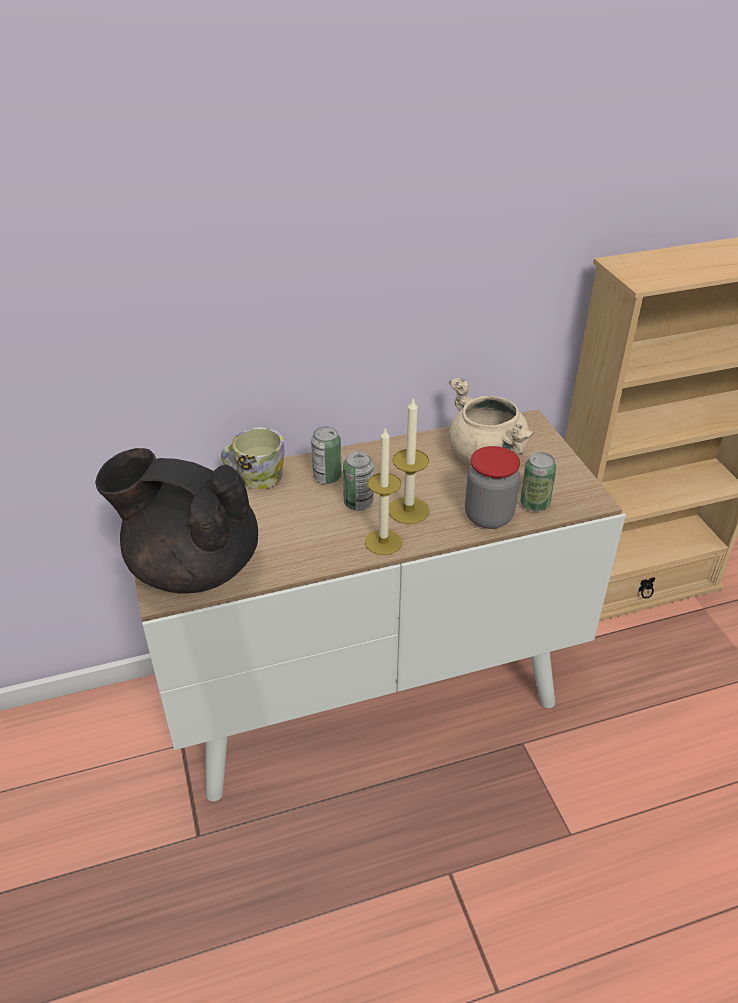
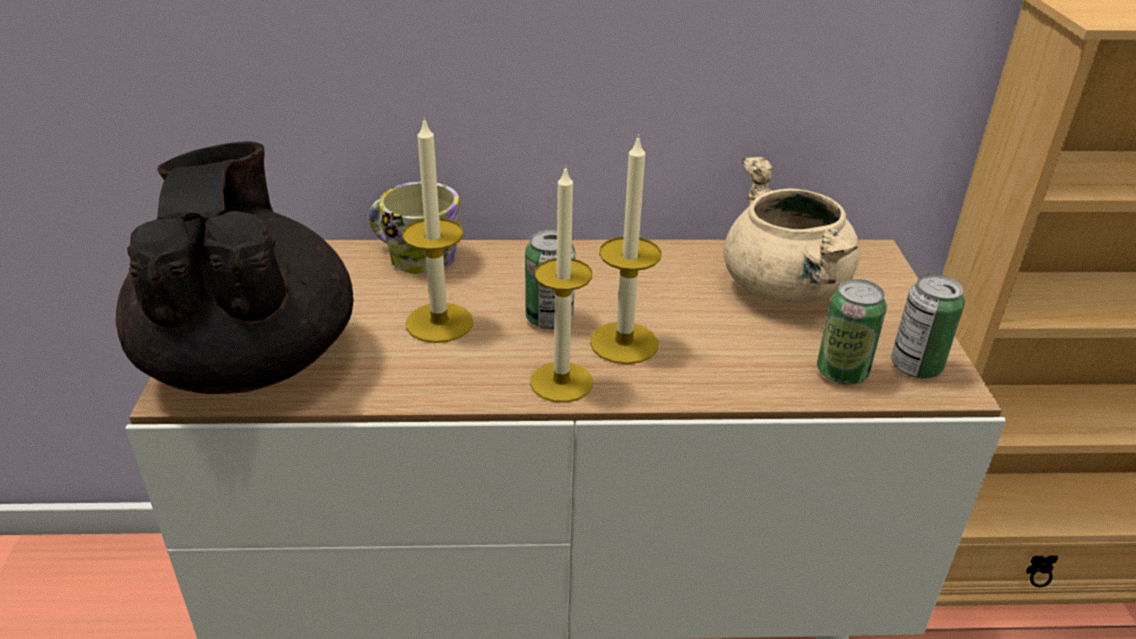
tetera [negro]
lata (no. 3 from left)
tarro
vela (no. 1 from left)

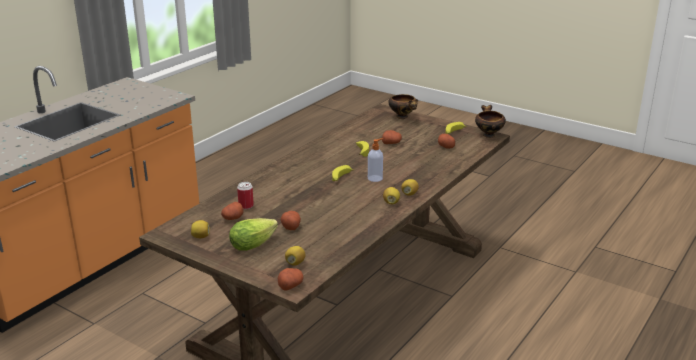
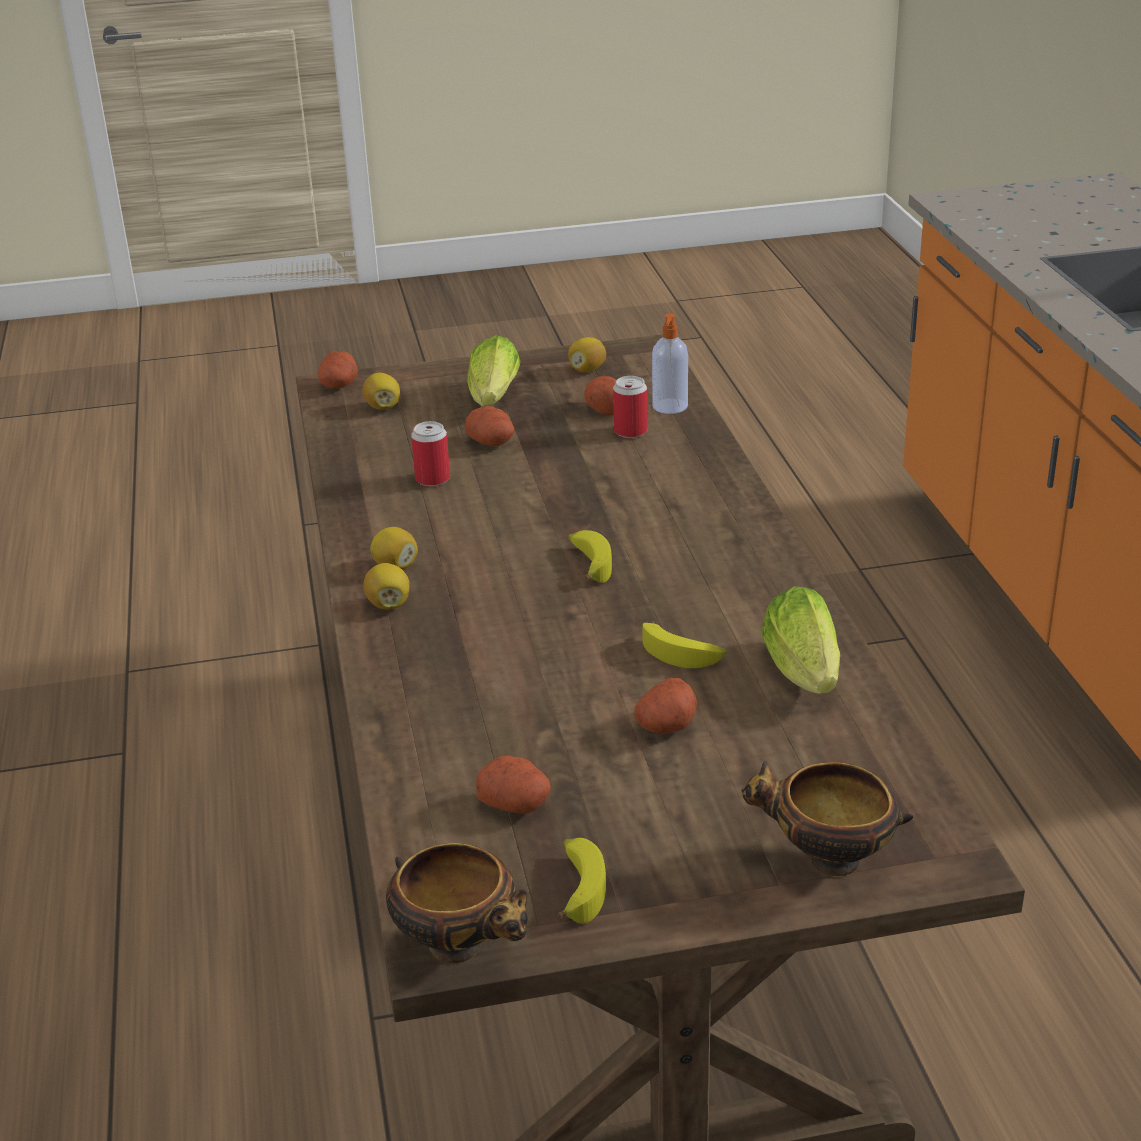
dispensador de jabón
lata (no. 1 from left)
lechuga (no. 2 from left)

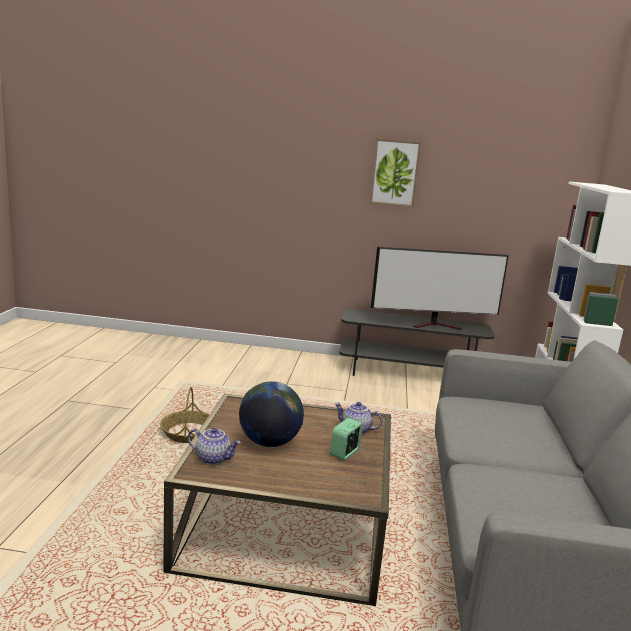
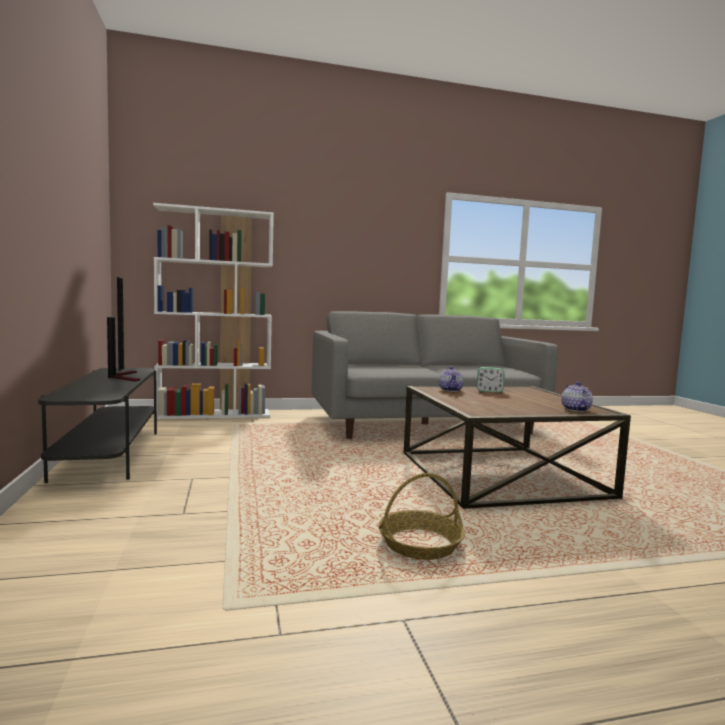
globo terráqueo
cuadro

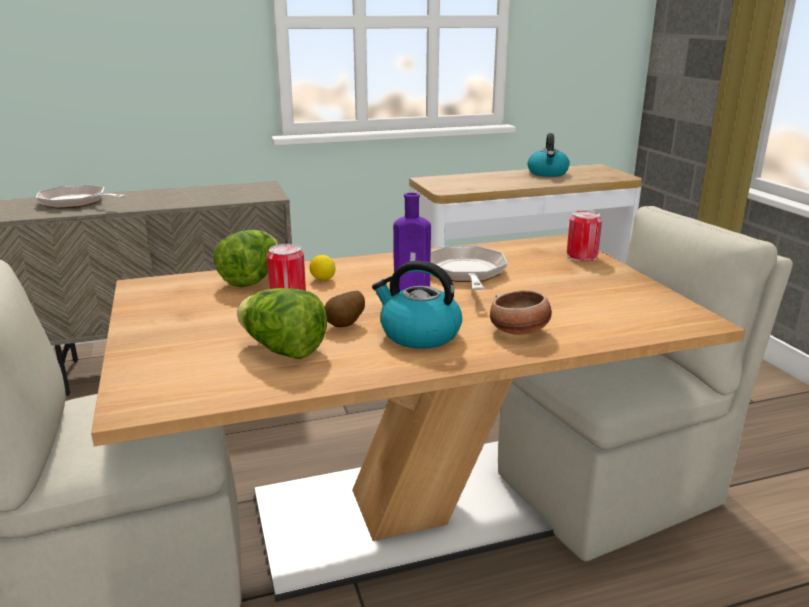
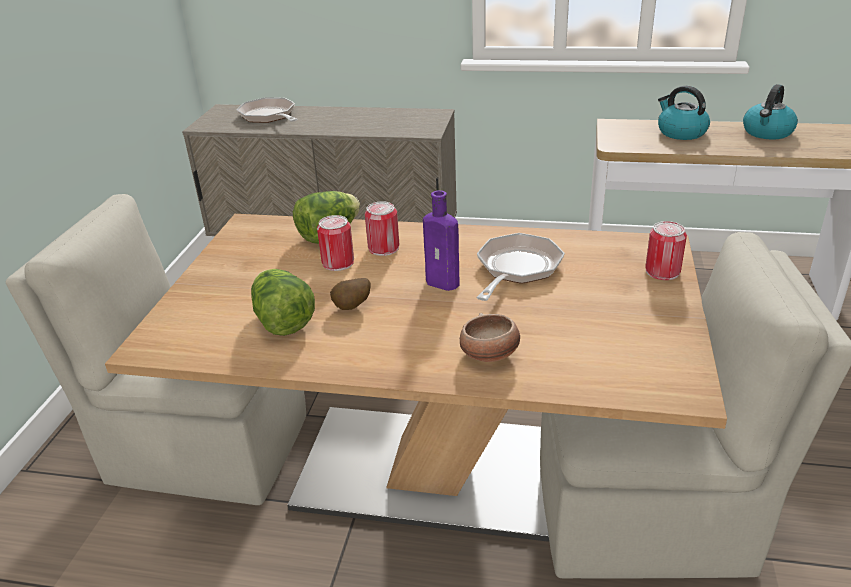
lata (no. 2 from left)
hervidor (no. 1 from left)

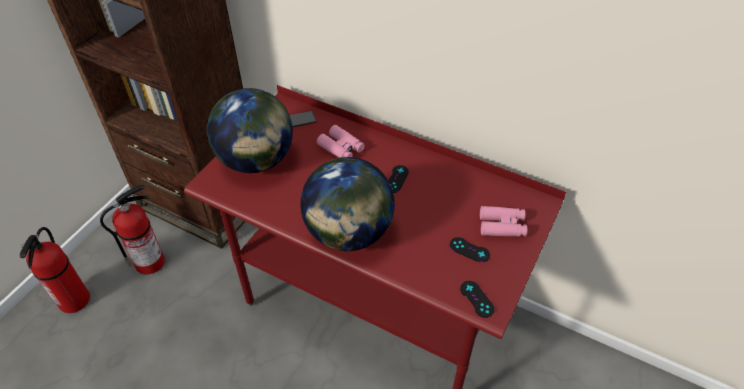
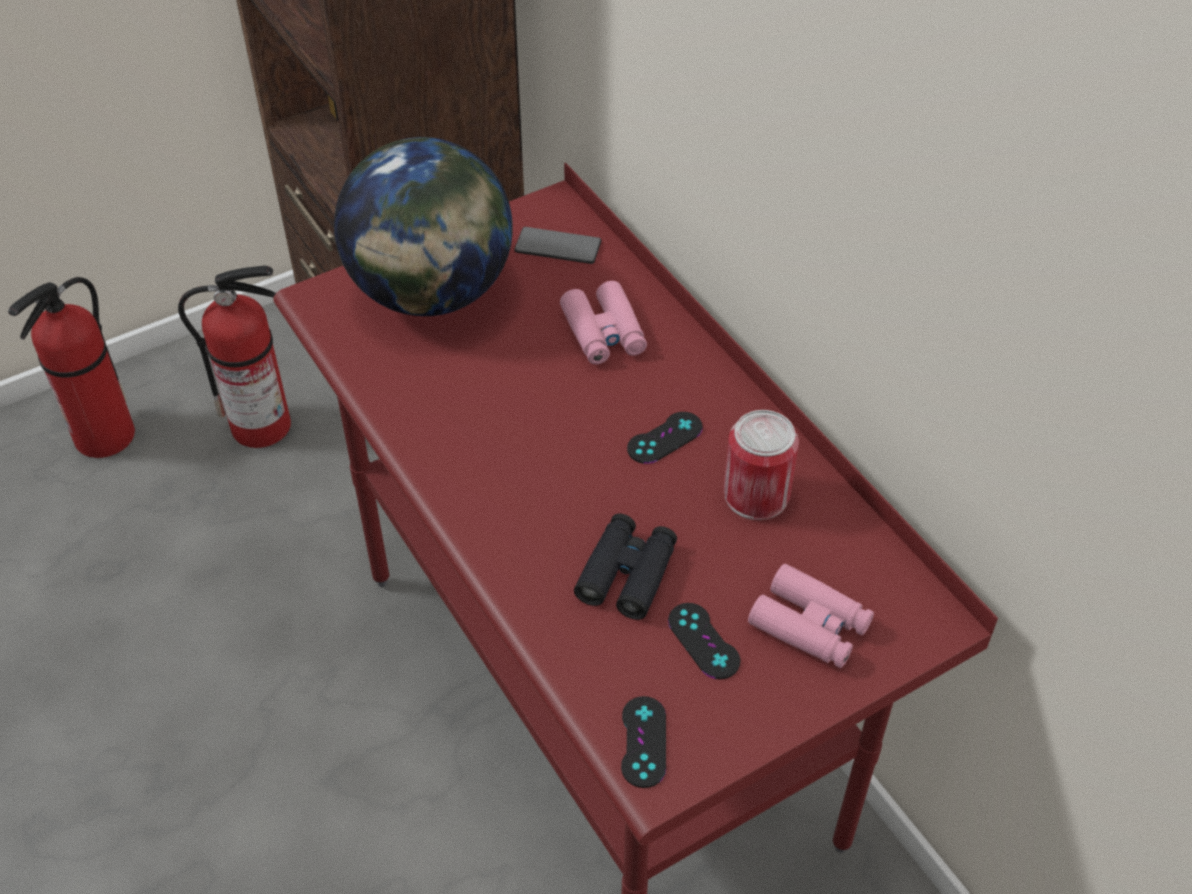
globo terráqueo (no. 2 from left in the first image)
prismáticos [negro]
lata

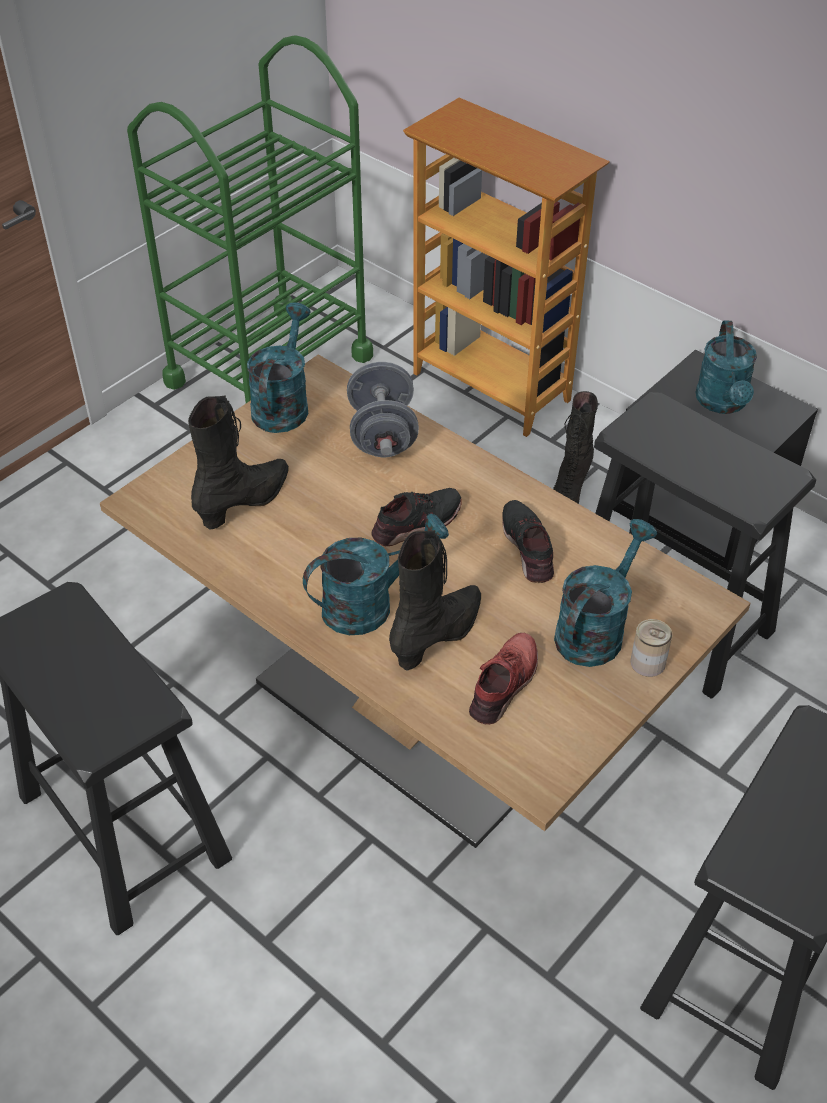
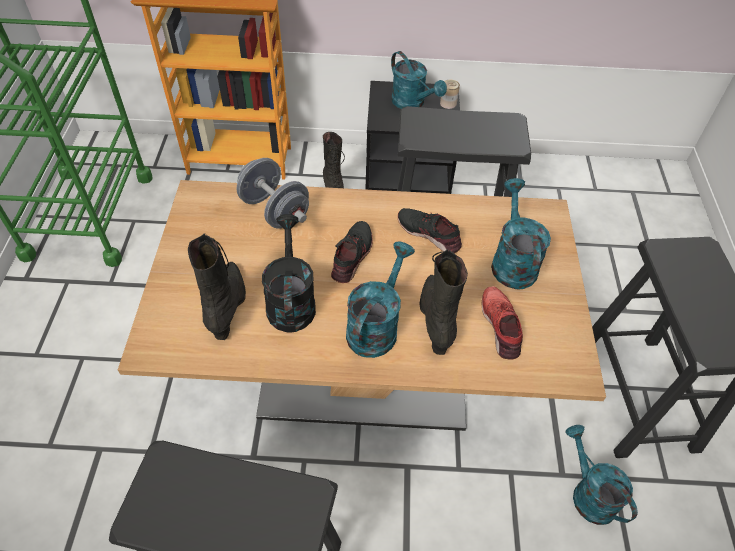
regadera [turquesa] (no. 4 from left)
lata
regadera [negro]

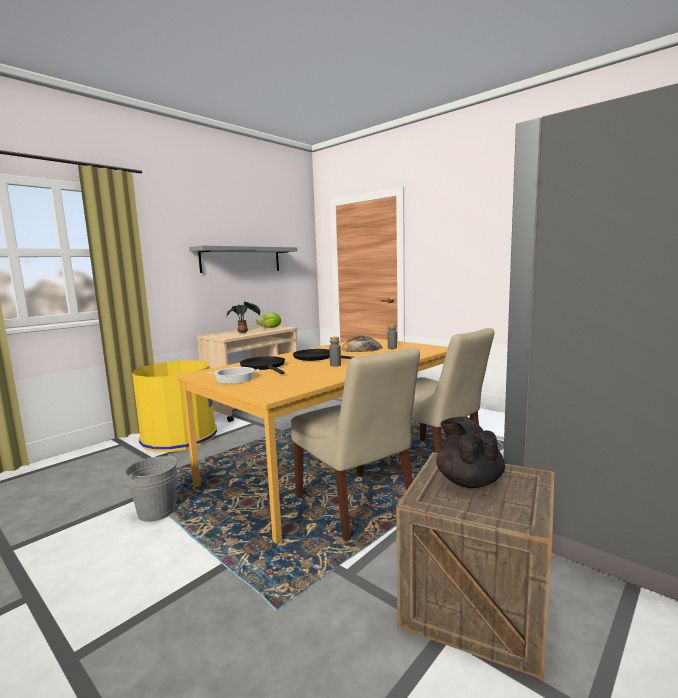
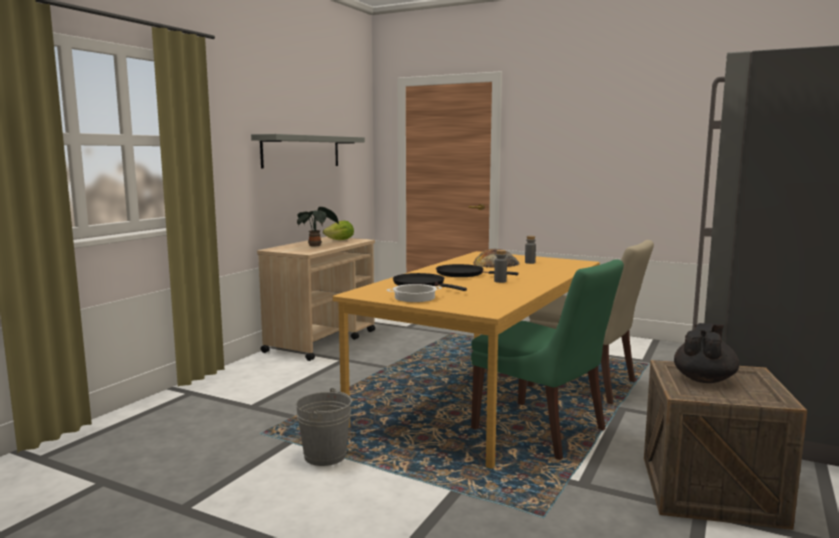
papelera [amarillo]
silla [verde]
tetera [negro]

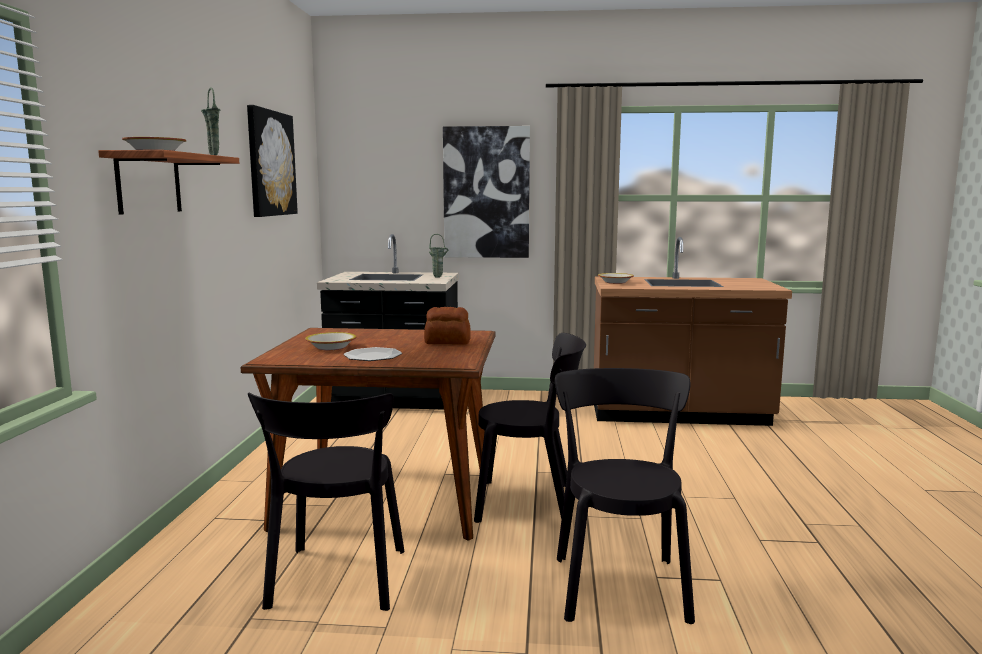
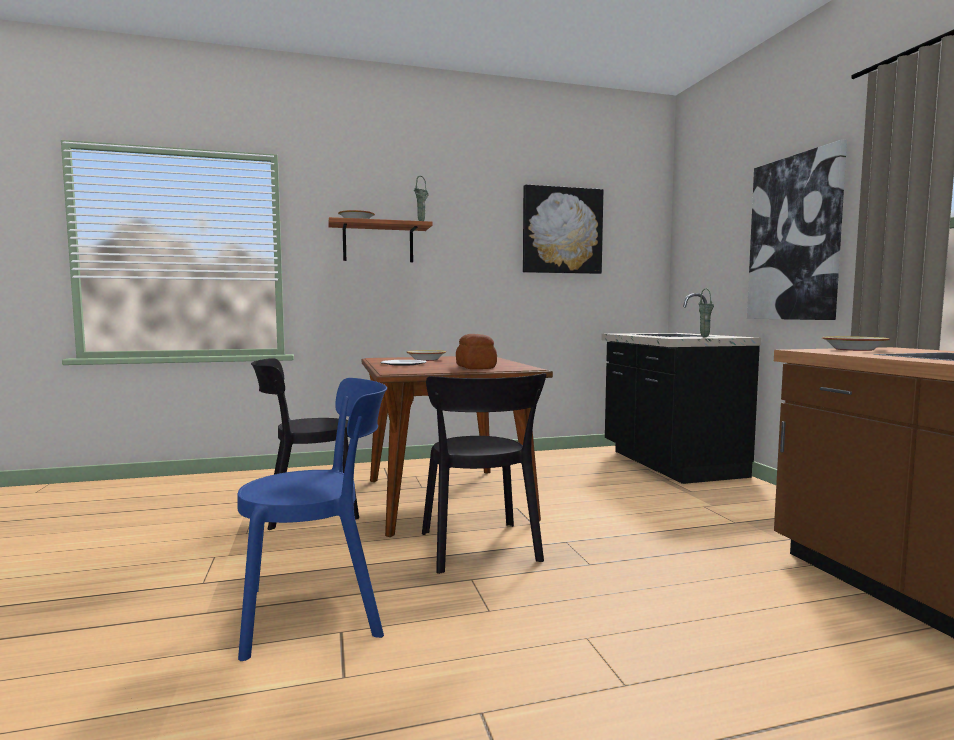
silla [azul]

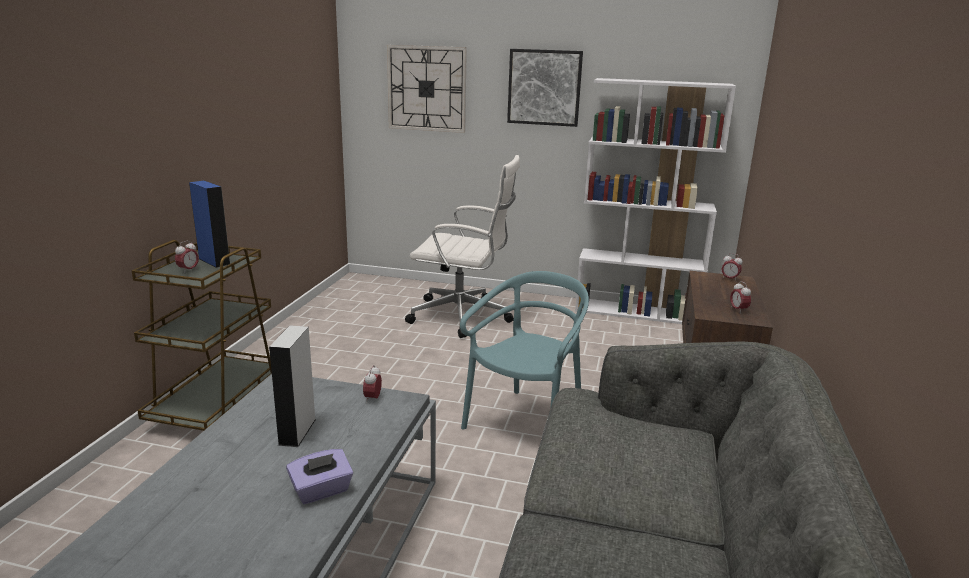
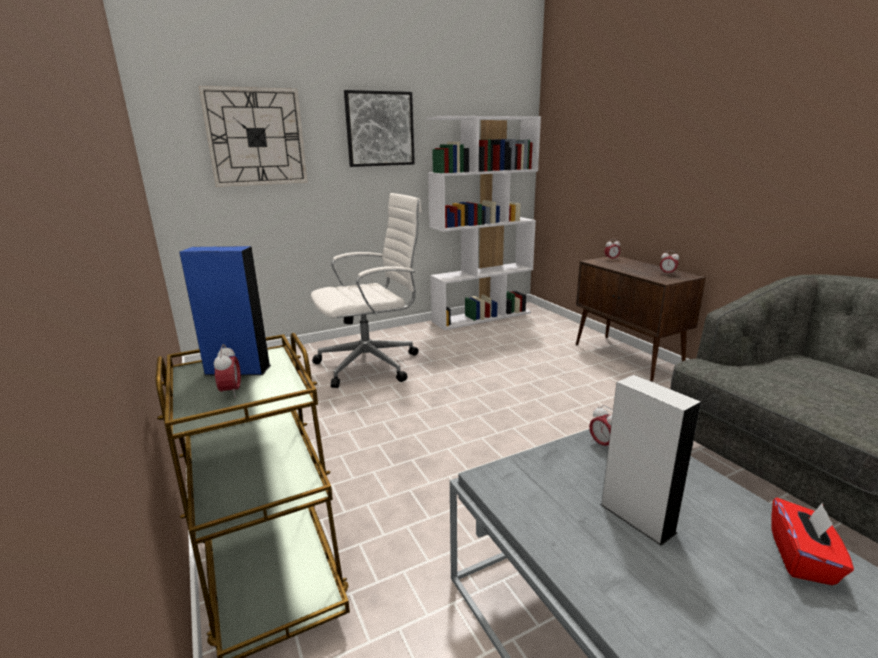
caja de pañuelos [rojo]
silla [turquesa]

